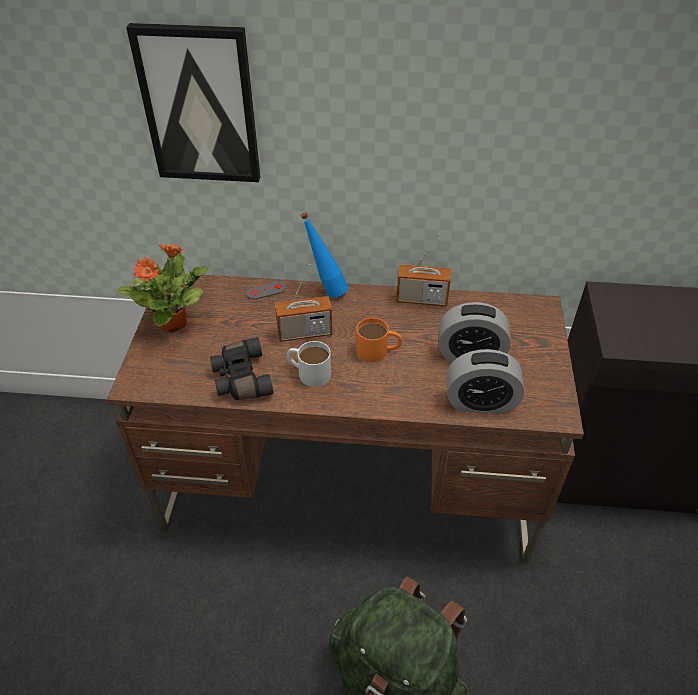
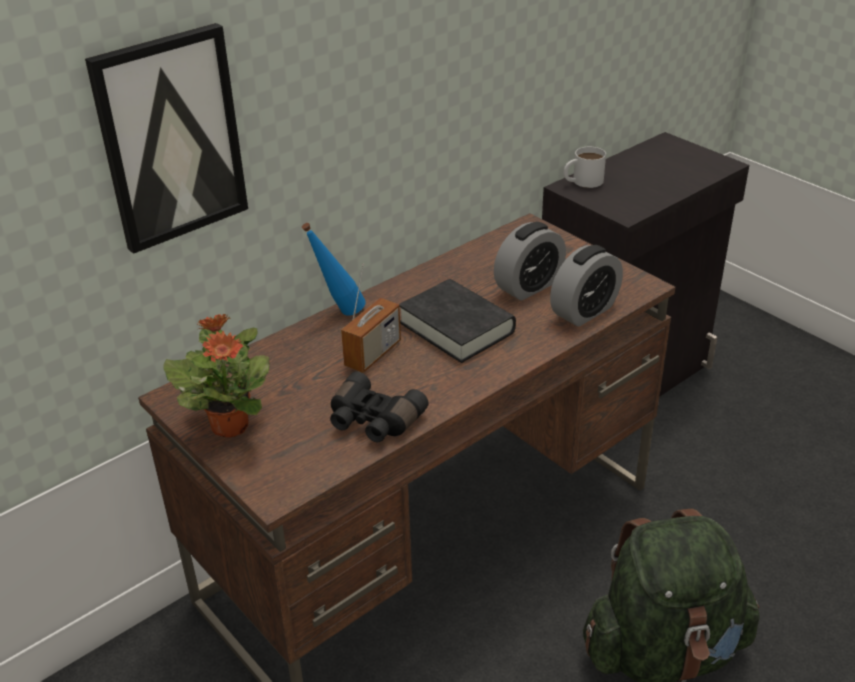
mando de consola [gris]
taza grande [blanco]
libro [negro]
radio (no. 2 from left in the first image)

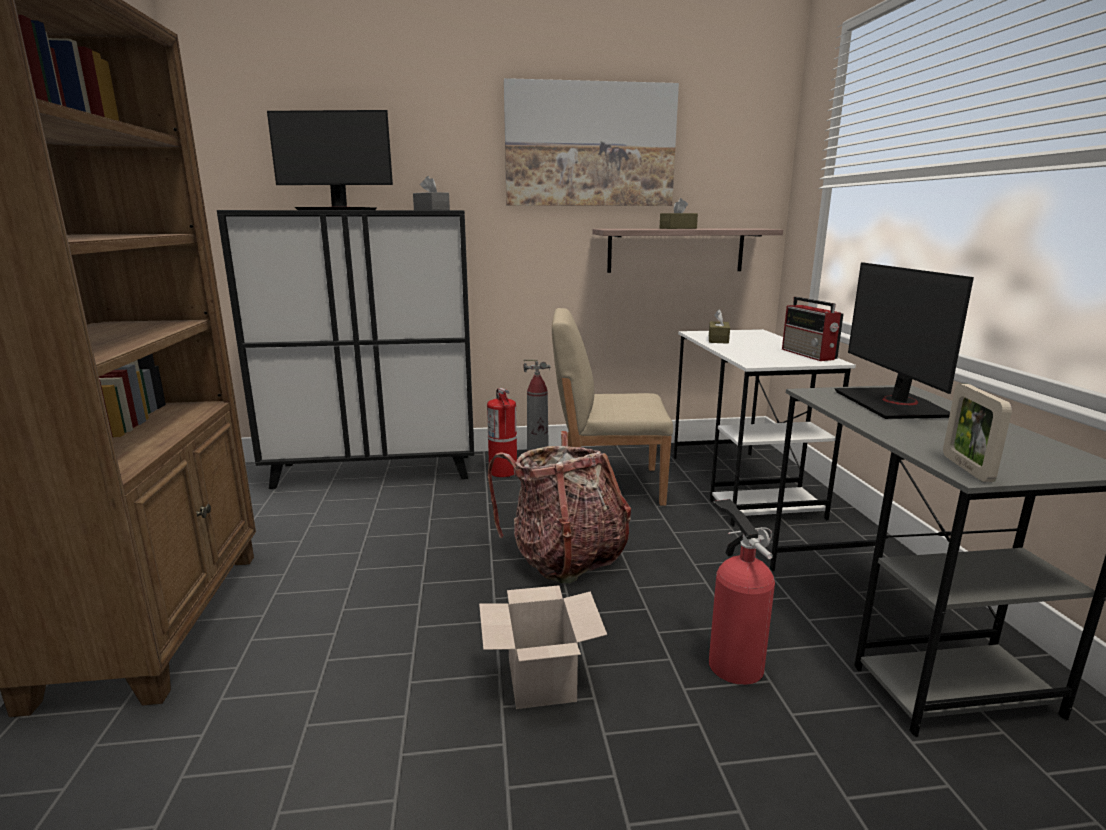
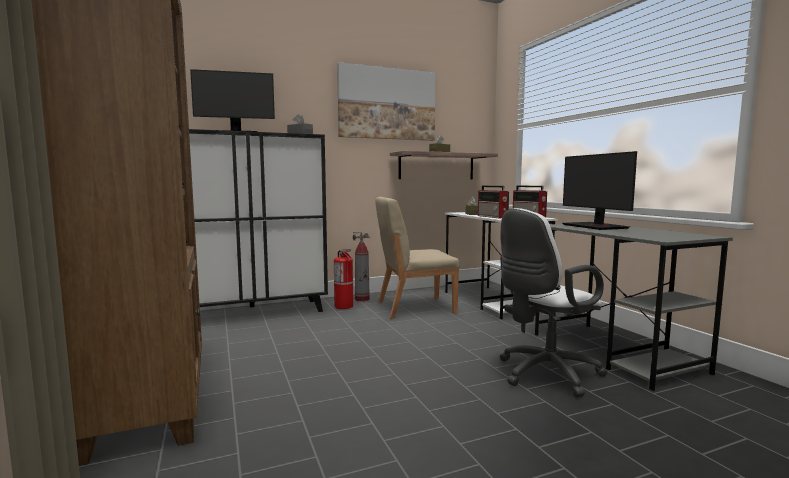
caja de cartón
mochila
silla de oficina [blanco]
portarretratos
radio (no. 1 from left)

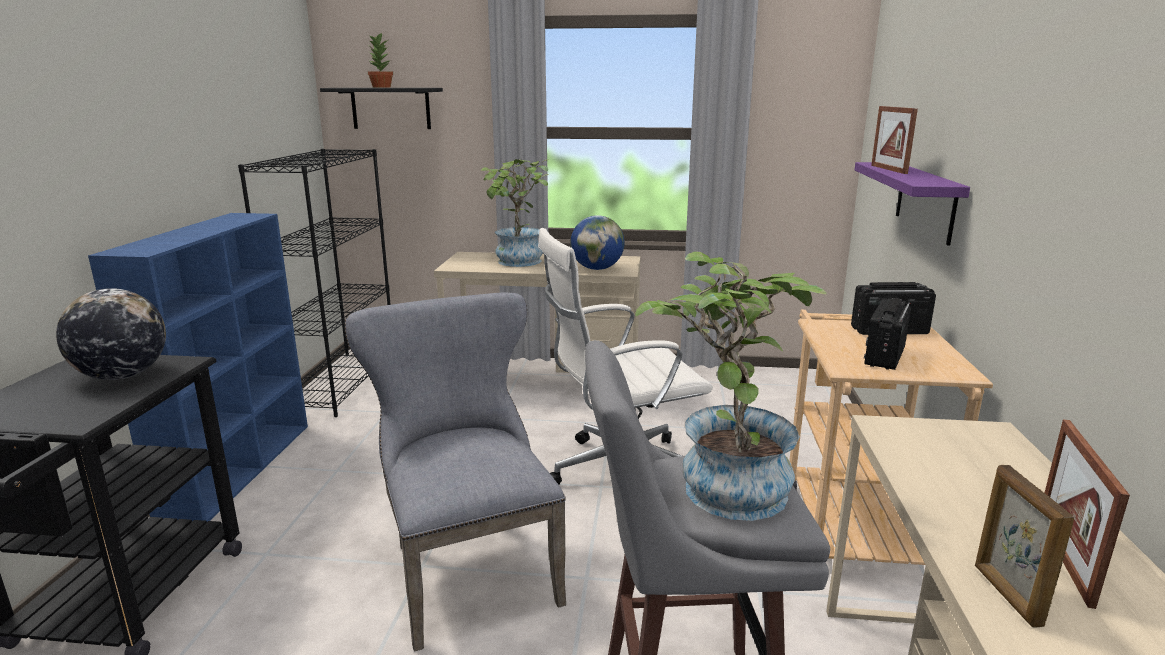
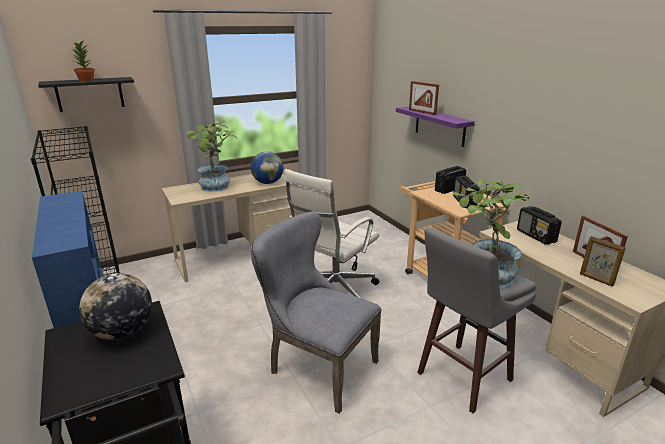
radio (no. 3 from left)

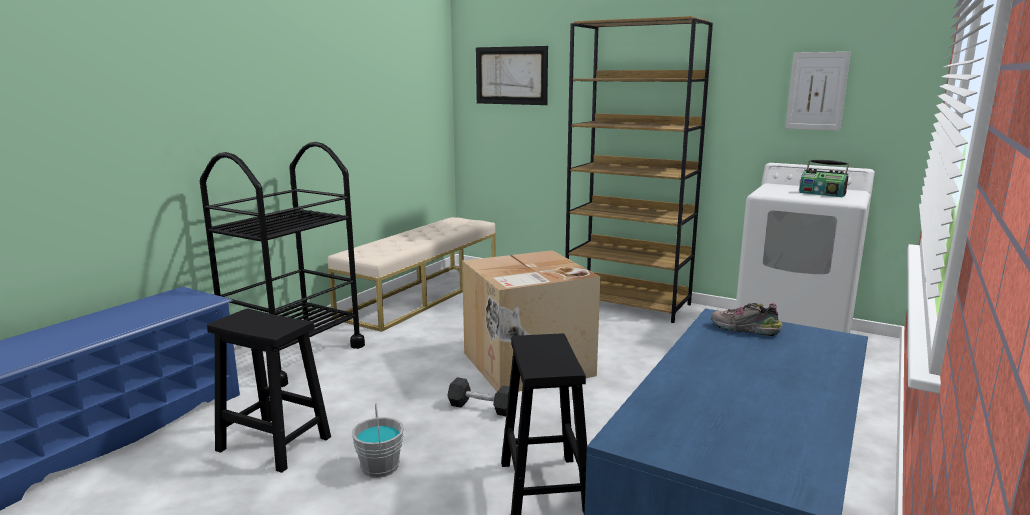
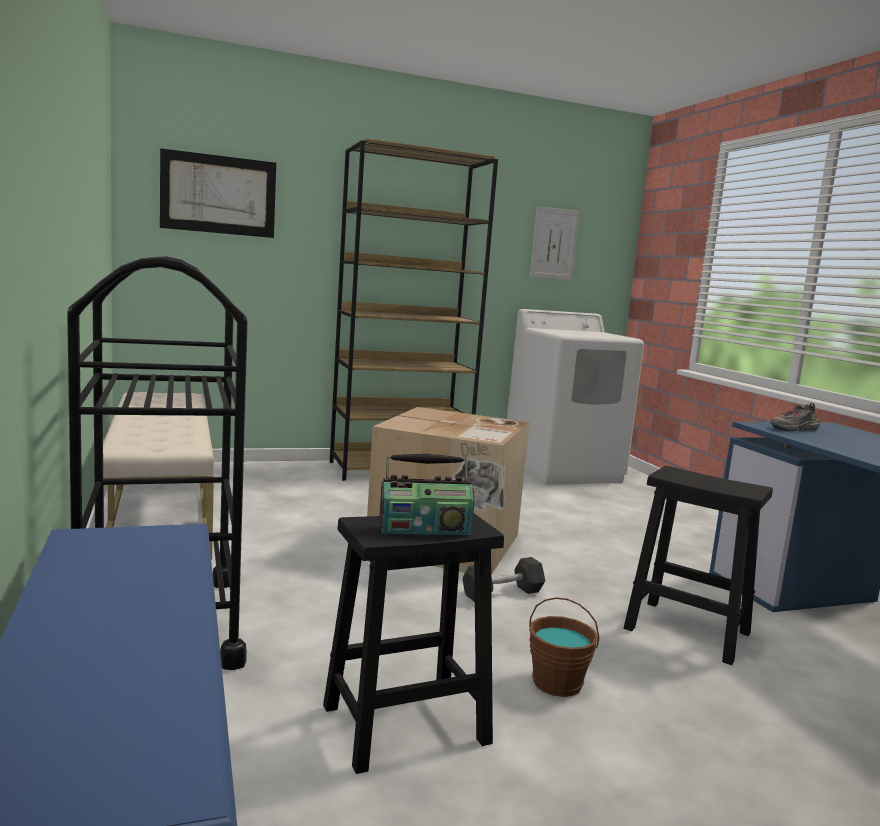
cubo [marrón]
radio

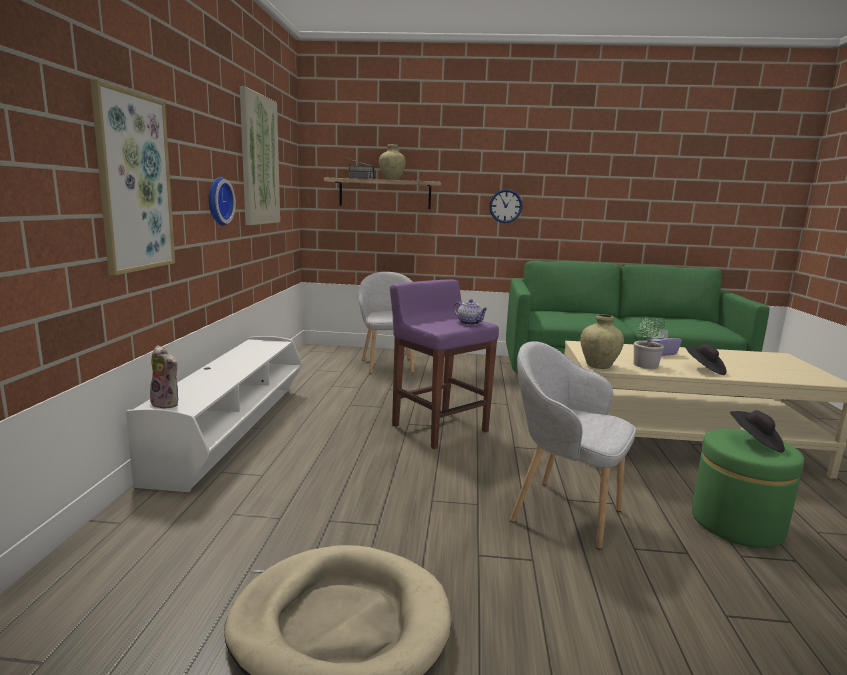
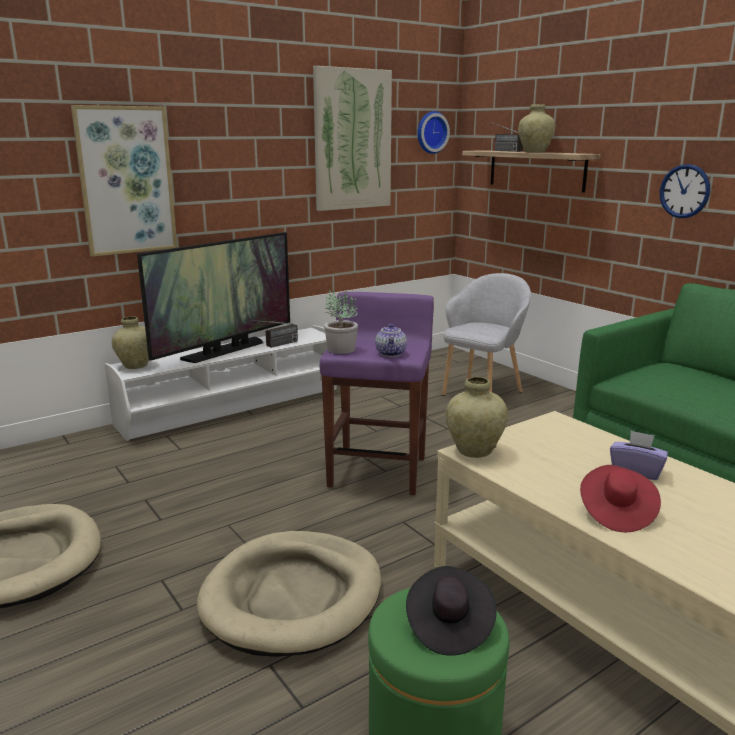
florero [beis] (no. 1 from left)
reloj de pared (no. 1 from left)
cama para perro [beis] (no. 2 from left)
planta en maceta
sombrero [rojo]
televisor
radio (no. 1 from left)

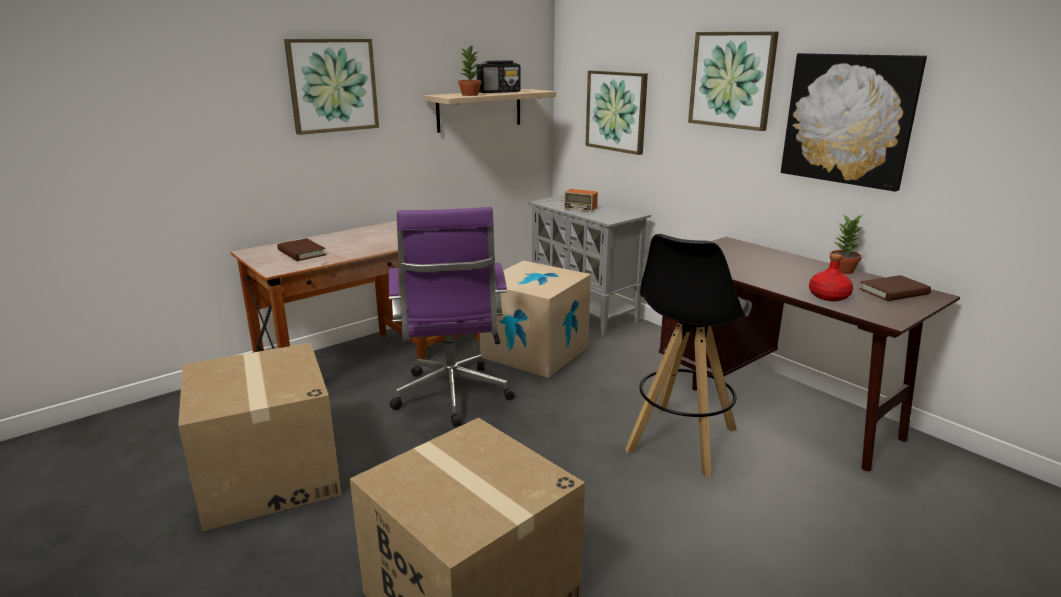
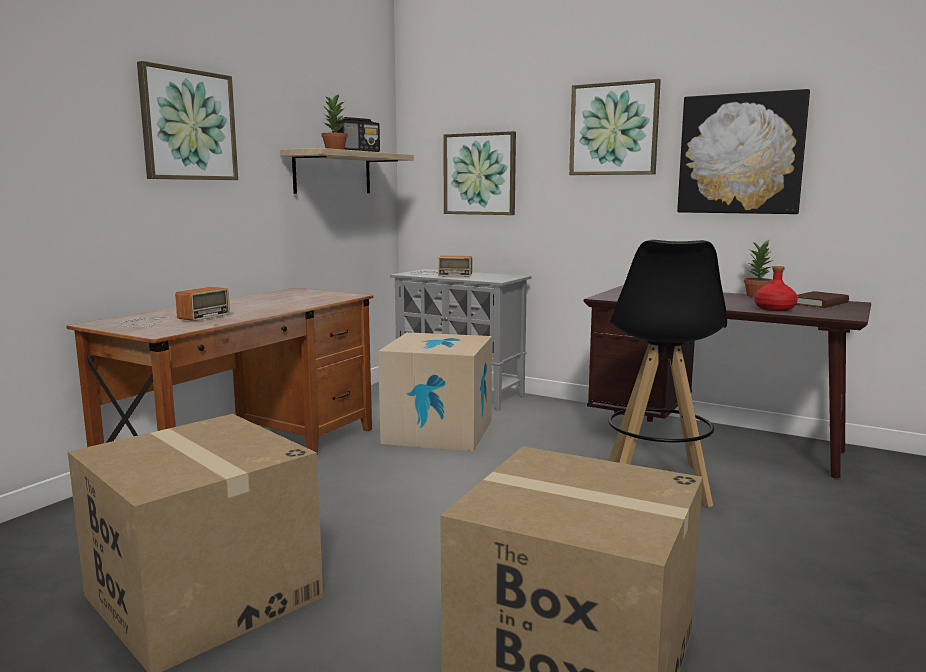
radio (no. 1 from left)
silla de oficina [morado]

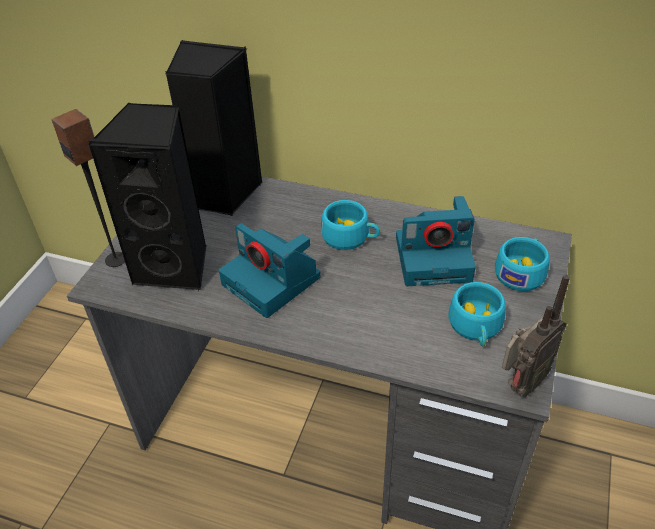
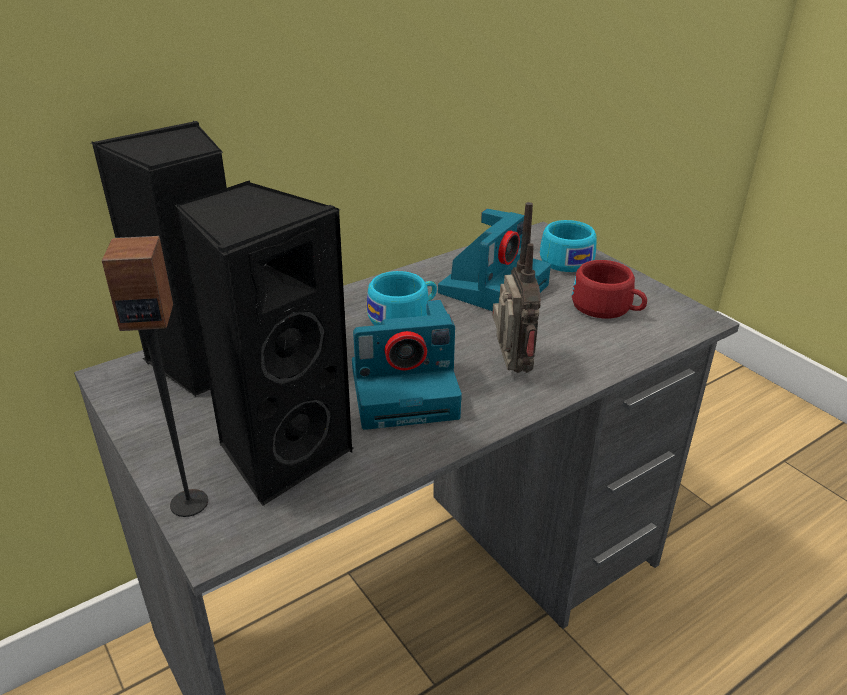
taza [rojo]
radio

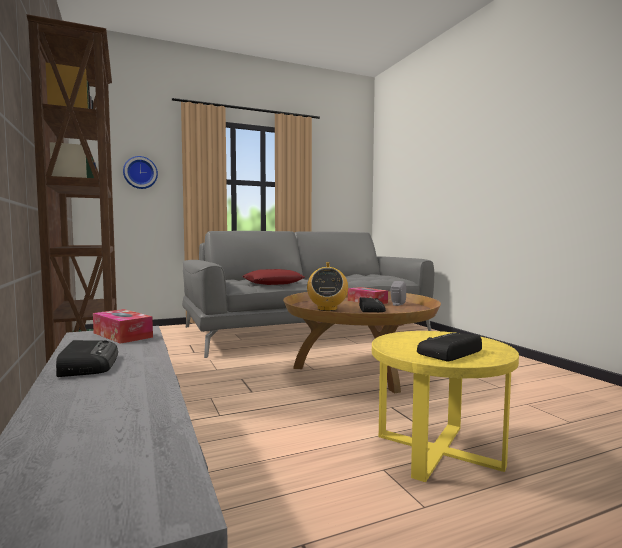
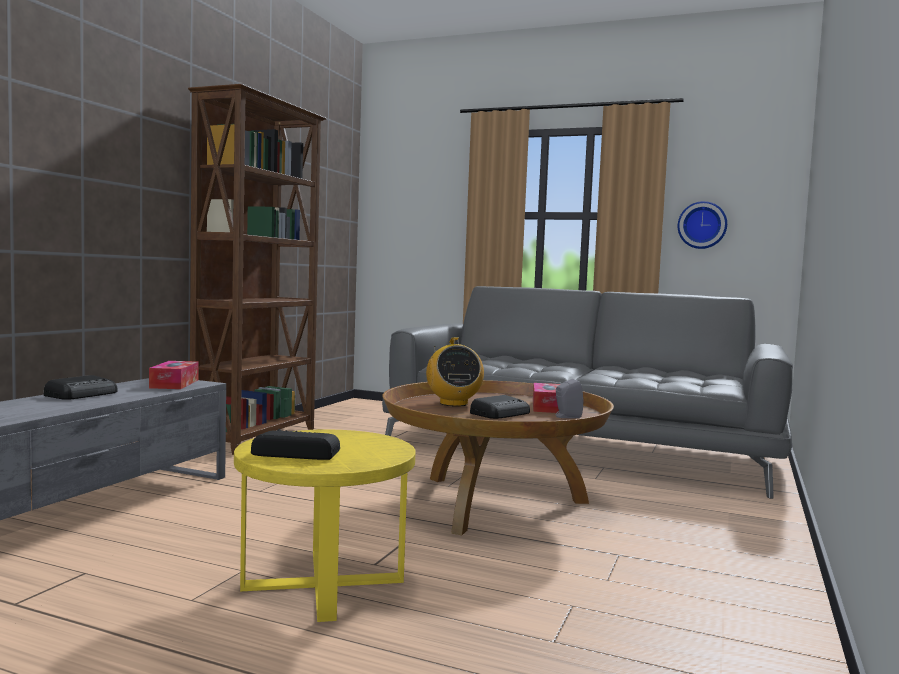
reloj de pared
cojín [rojo]
radio (no. 3 from left)

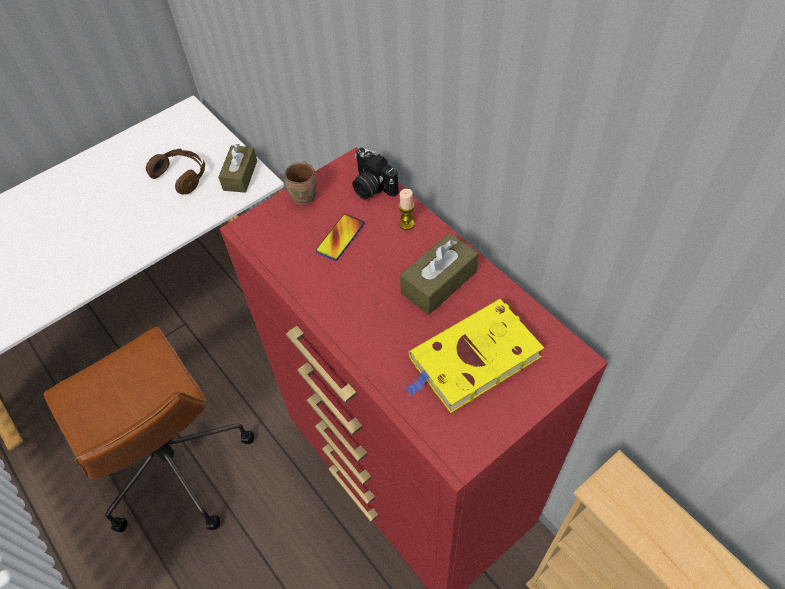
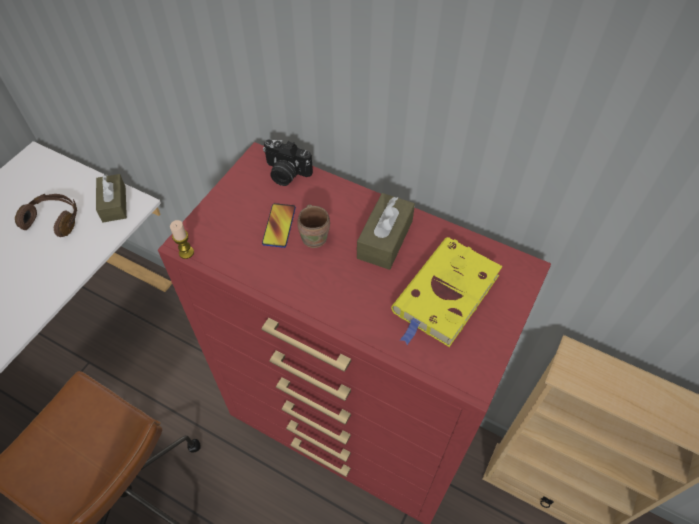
taza grande [marrón]
vela

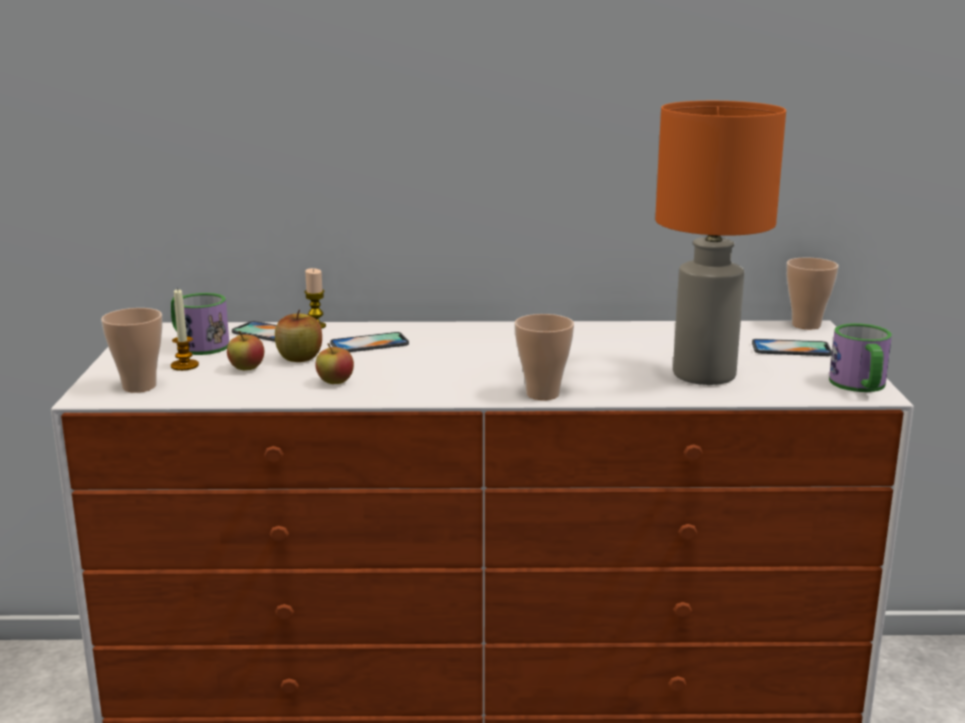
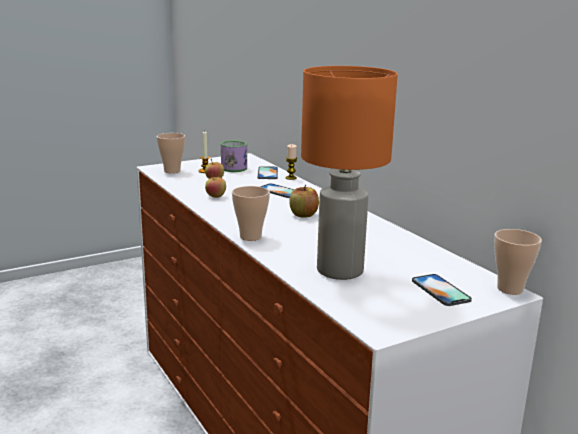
manzana (no. 3 from left)
taza grande (no. 2 from left in the first image)

